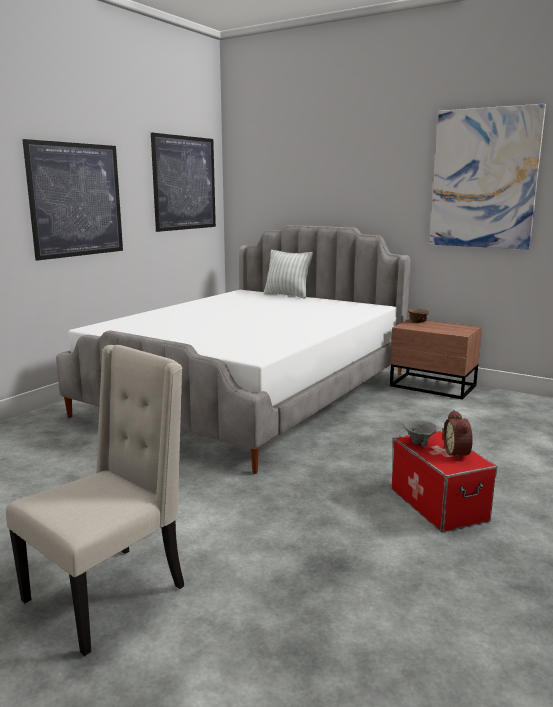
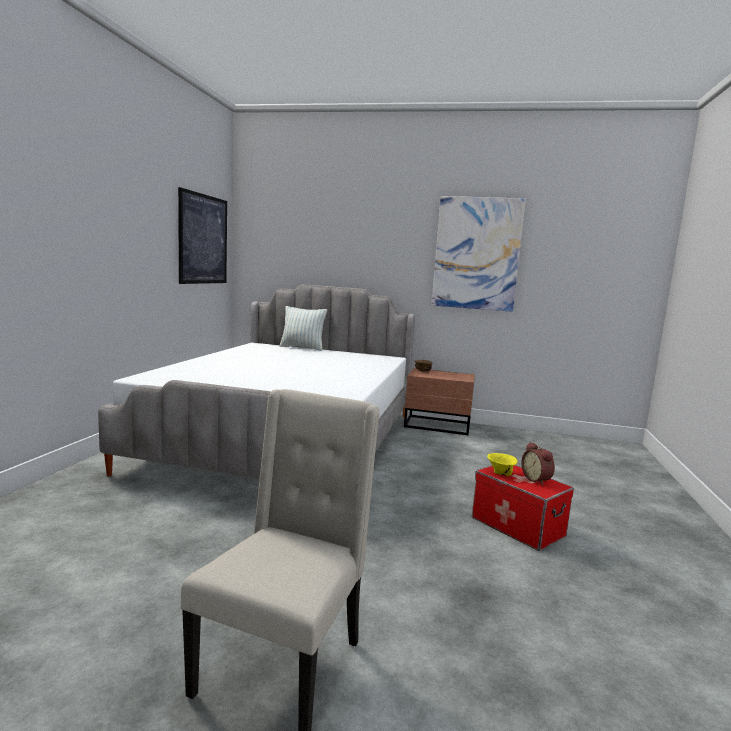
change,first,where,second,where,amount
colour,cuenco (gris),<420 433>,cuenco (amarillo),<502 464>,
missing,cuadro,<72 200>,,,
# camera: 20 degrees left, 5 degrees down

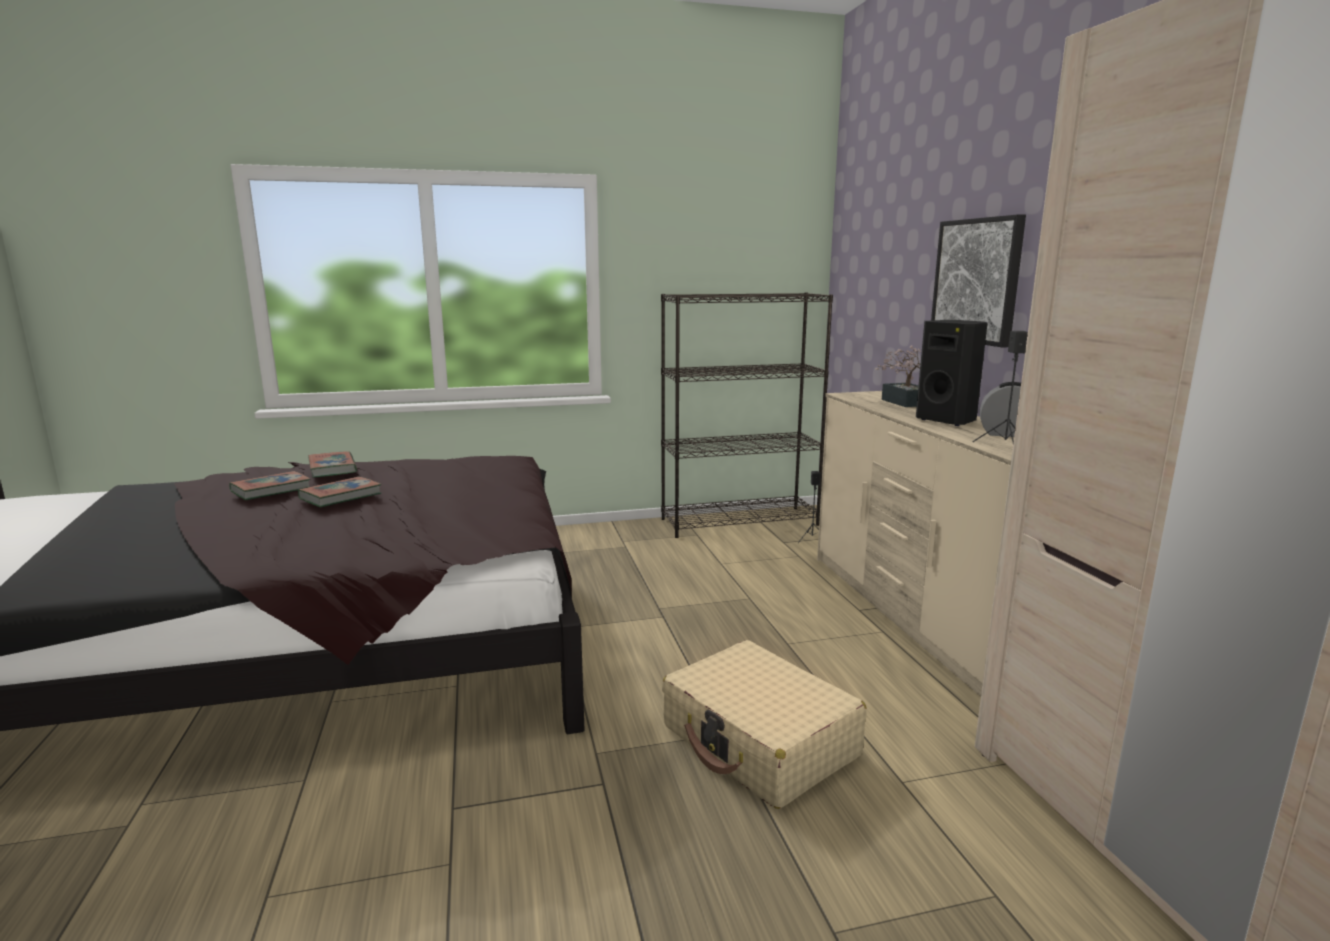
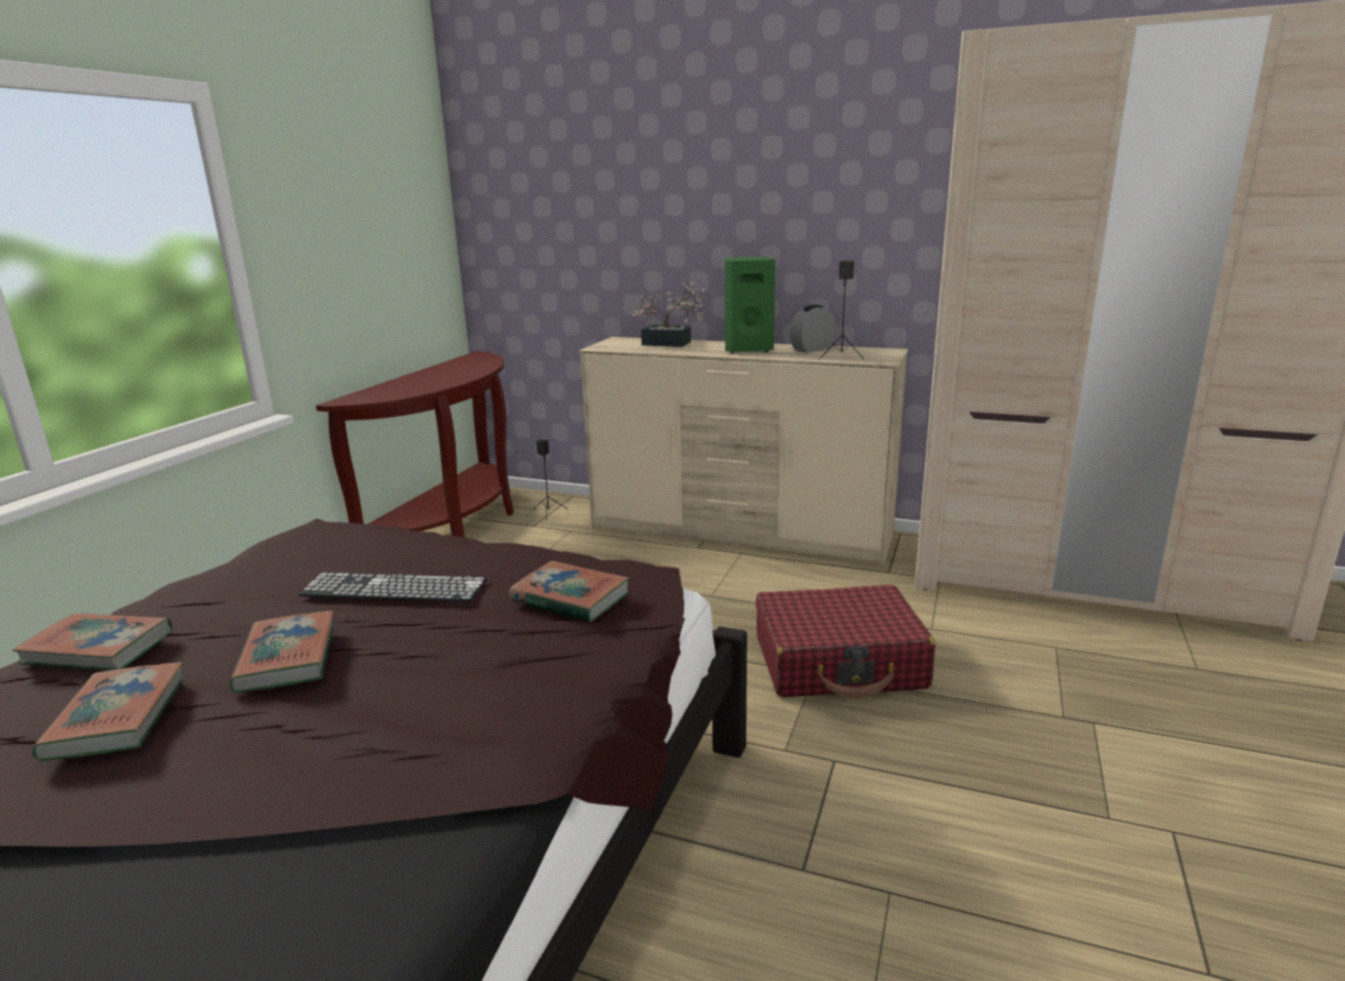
change,first,where,second,where,amount
appeared,,,teclado,<393 587>,
exchanged,estantería (negro),<747 415>,mesa consola (marrón),<415 444>,
appeared,,,libro,<569 591>,
colour,altavoz (negro),<952 373>,altavoz (verde),<750 305>,
colour,maleta (beis),<764 724>,maleta (rojo),<846 642>,
missing,cuadro,<978 281>,,,
# camera: 55 degrees left, 5 degrees up

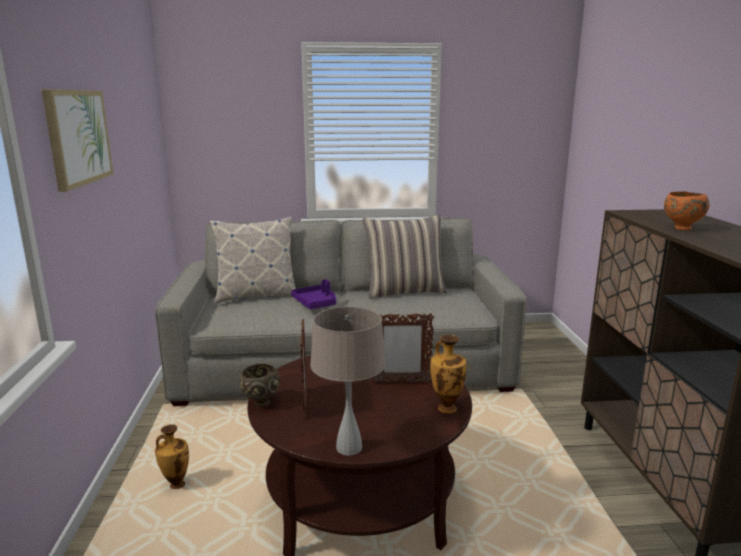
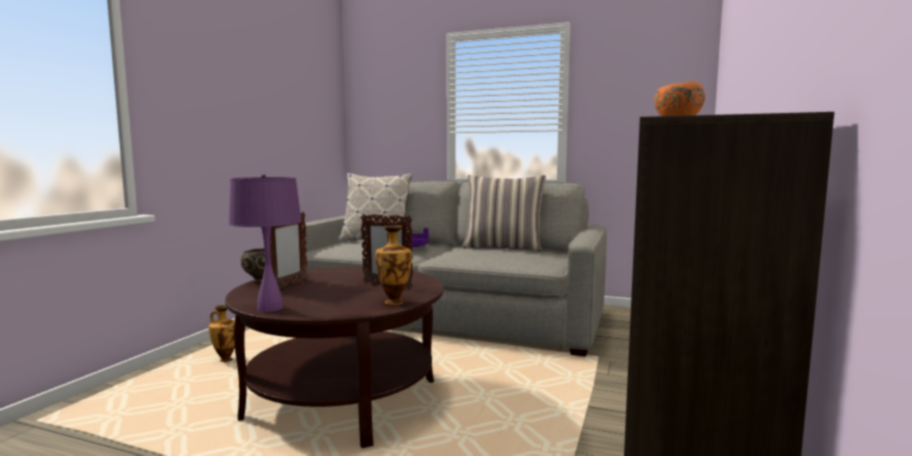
change,first,where,second,where,amount
colour,lámpara de mesa (beis),<348 381>,lámpara de mesa (morado),<265 243>,
missing,cuadro,<78 140>,,,
# camera: 25 degrees right, 10 degrees down

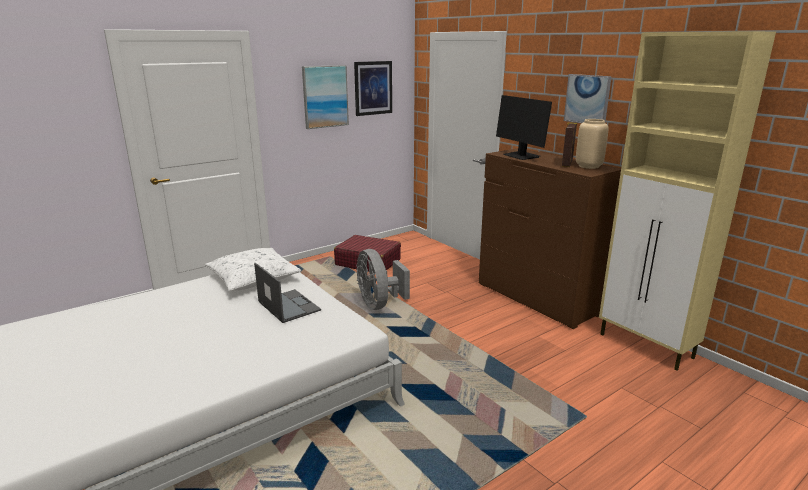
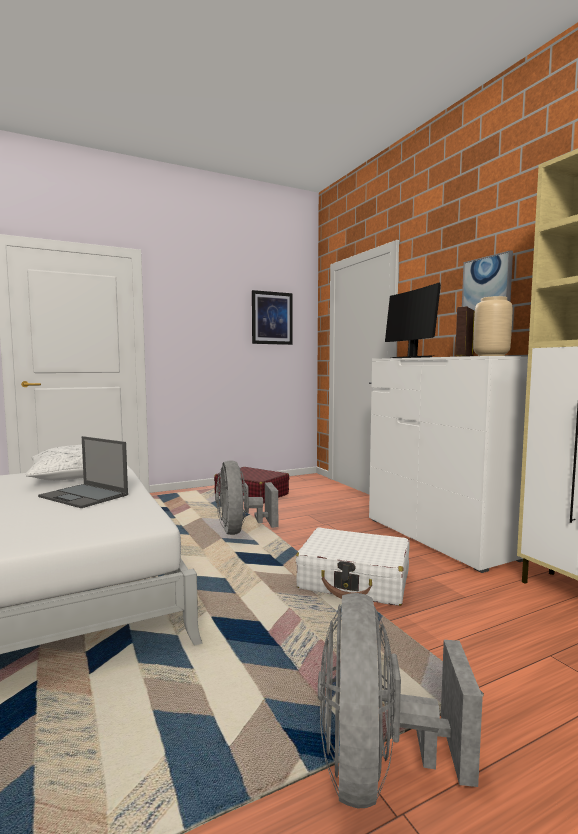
change,first,where,second,where,amount
spun,portátil,<287 293>,,<83 472>,150 degrees clockwise
appeared,,,maleta (blanco),<352 566>,
appeared,,,ventilador (gris),<400 700>,
colour,cómoda (marrón),<550 238>,cómoda (blanco),<448 464>,
missing,cuadro,<325 97>,,,
# camera: 10 degrees right, 15 degrees down

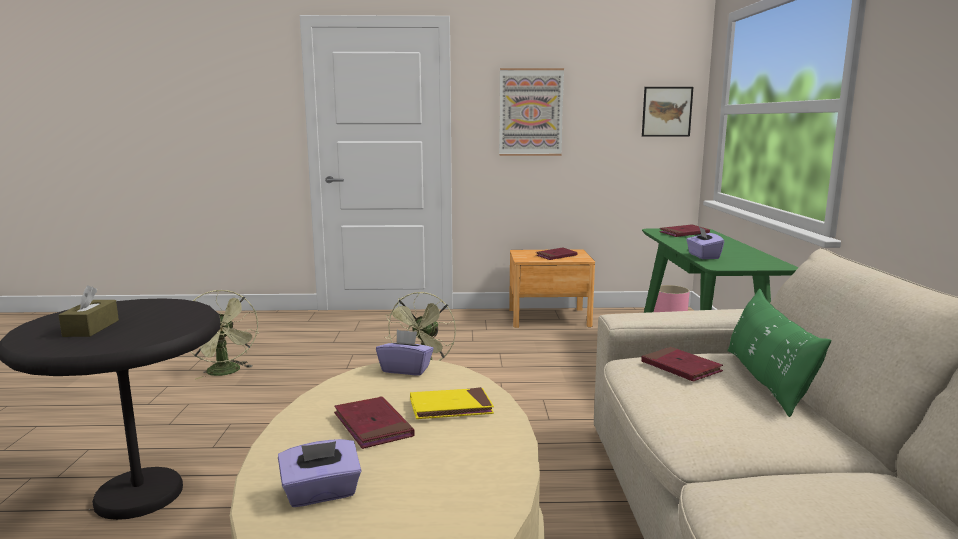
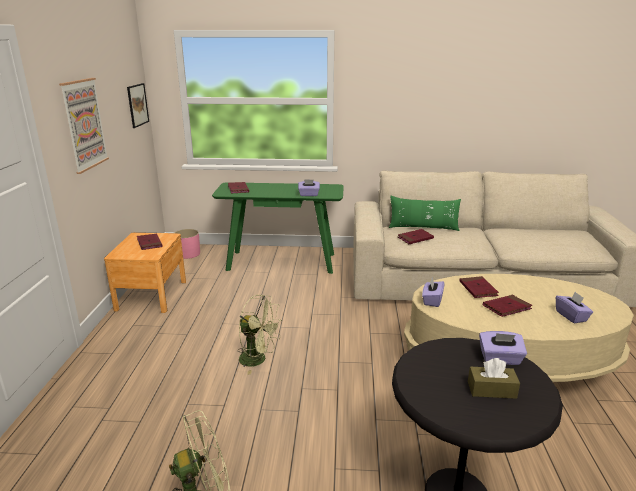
change,first,where,second,where,amount
colour,libro (amarillo),<452 403>,libro (rojo),<479 287>,
appeared,,,caja de pañuelos (morado),<503 348>,
# camera: 85 degrees left, 10 degrees up

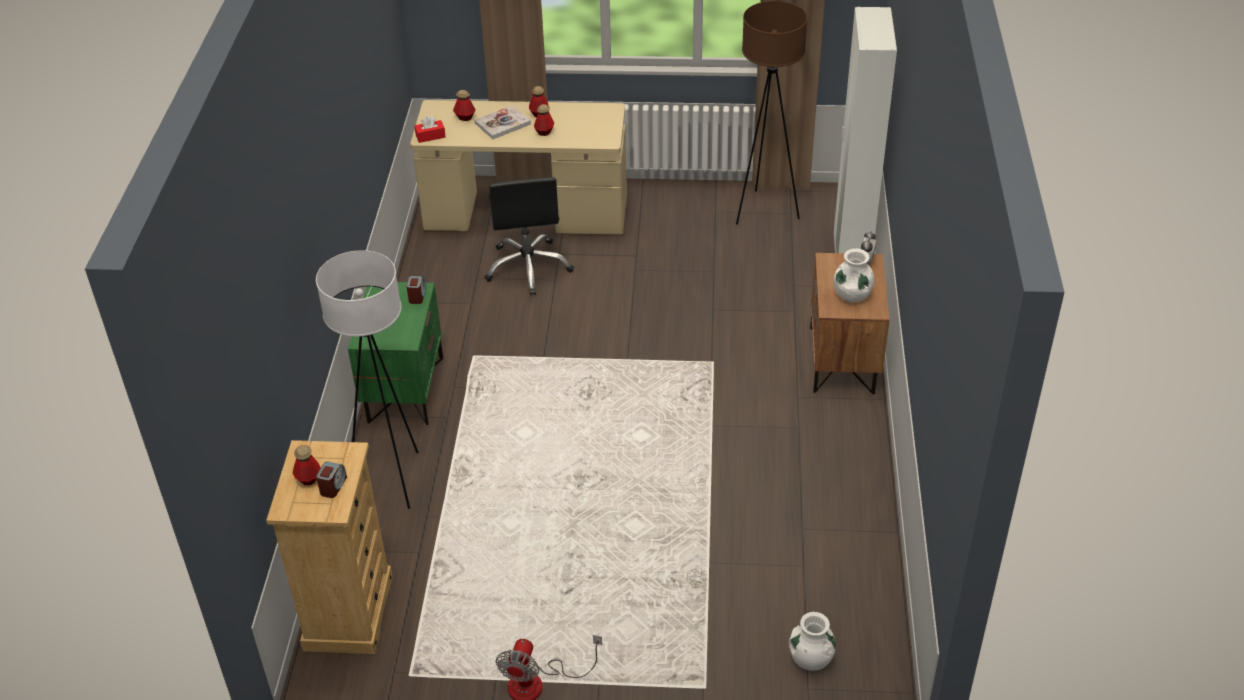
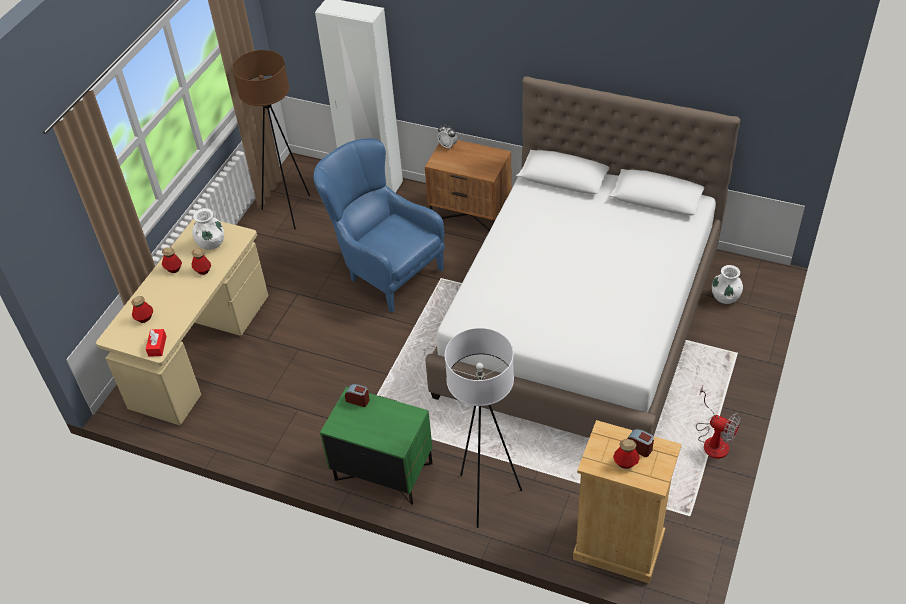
change,first,where,second,where,amount
relocated,florero (blanco),<853 275>,,<208 229>,
appeared,,,sillón (azul),<379 225>,
appeared,,,cama (blanco),<582 257>,
missing,libro,<503 122>,,,
missing,silla de oficina (negro),<529 236>,,,
# camera: 70 degrees left, 5 degrees up

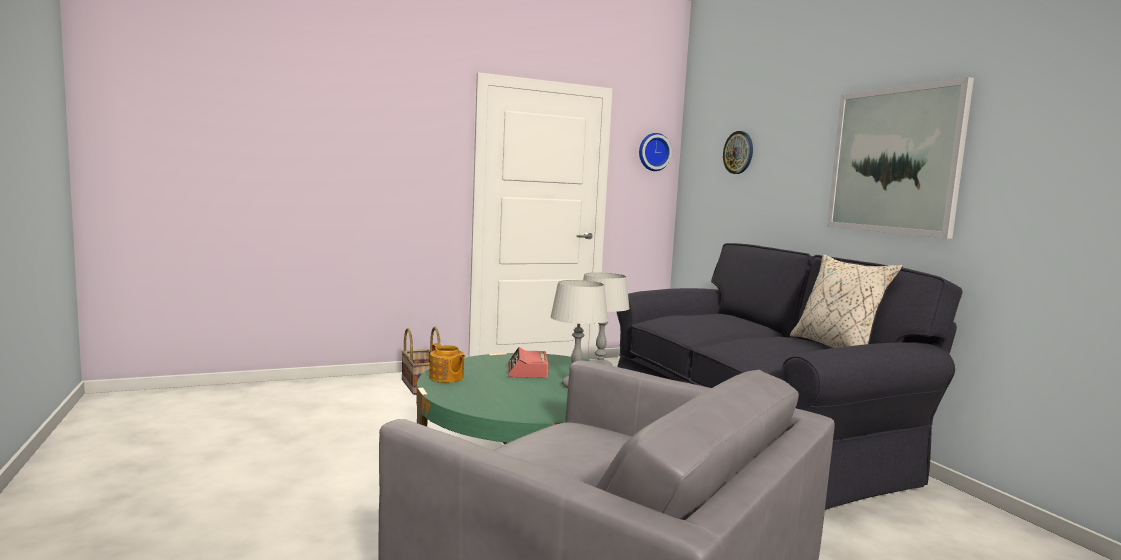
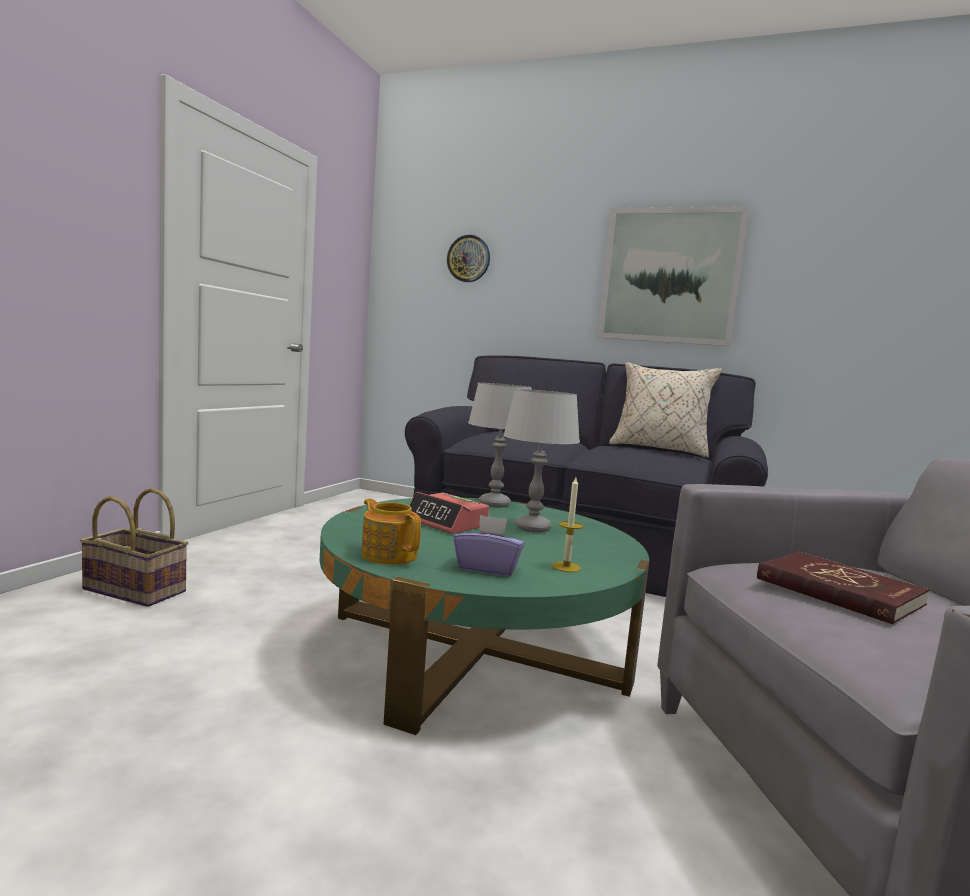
change,first,where,second,where,amount
spun,tetera,<447 363>,,<391 532>,135 degrees counterclockwise
appeared,,,caja de pañuelos (morado),<489 545>,
appeared,,,vela,<567 524>,
appeared,,,libro (rojo),<843 588>,
missing,reloj de pared,<655 152>,,,
# camera: 45 degrees left, 0 degrees up

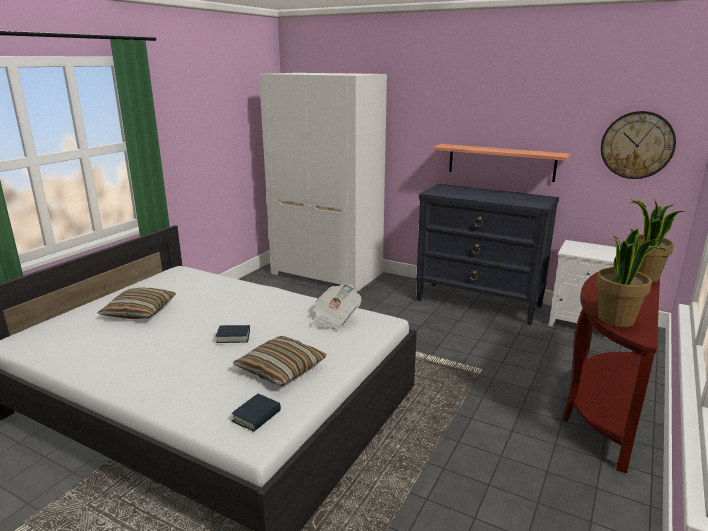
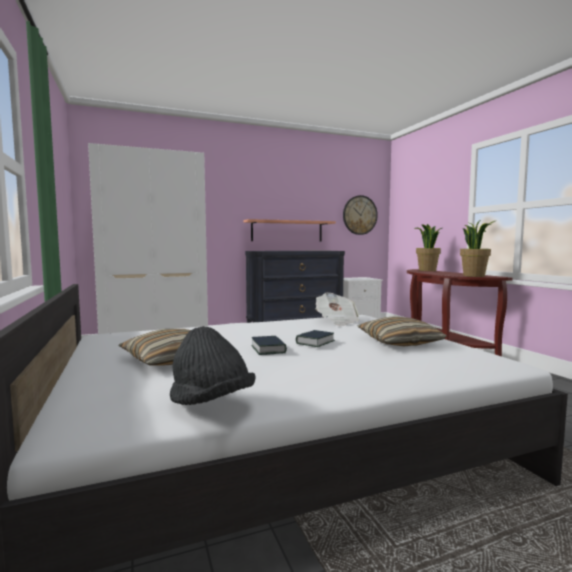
change,first,where,second,where,amount
appeared,,,sombrero (negro),<212 365>,
relocated,libro,<256 413>,,<269 345>,
# camera: 50 degrees left, 15 degrees down

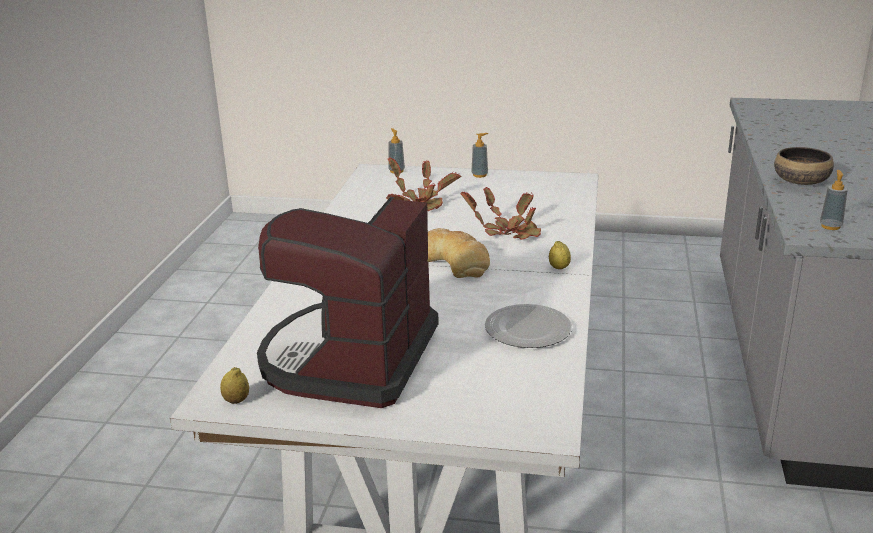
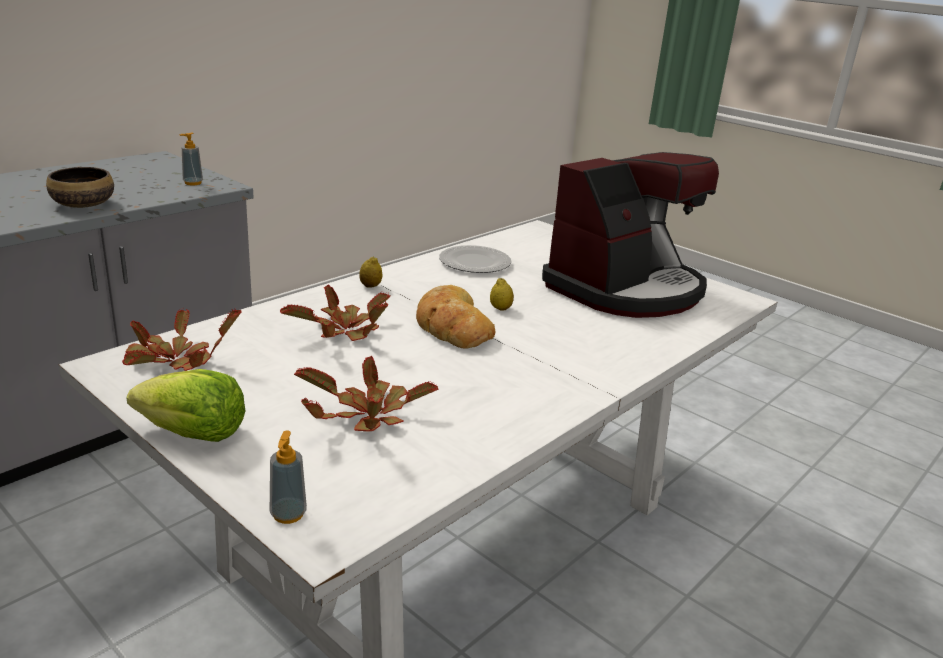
change,first,where,second,where,amount
appeared,,,planta en maceta,<182 339>,
exchanged,dispensador de jabón,<479 155>,lechuga,<186 405>,
relocated,limón,<234 385>,,<502 294>,
# camera: 150 degrees left, 0 degrees up

